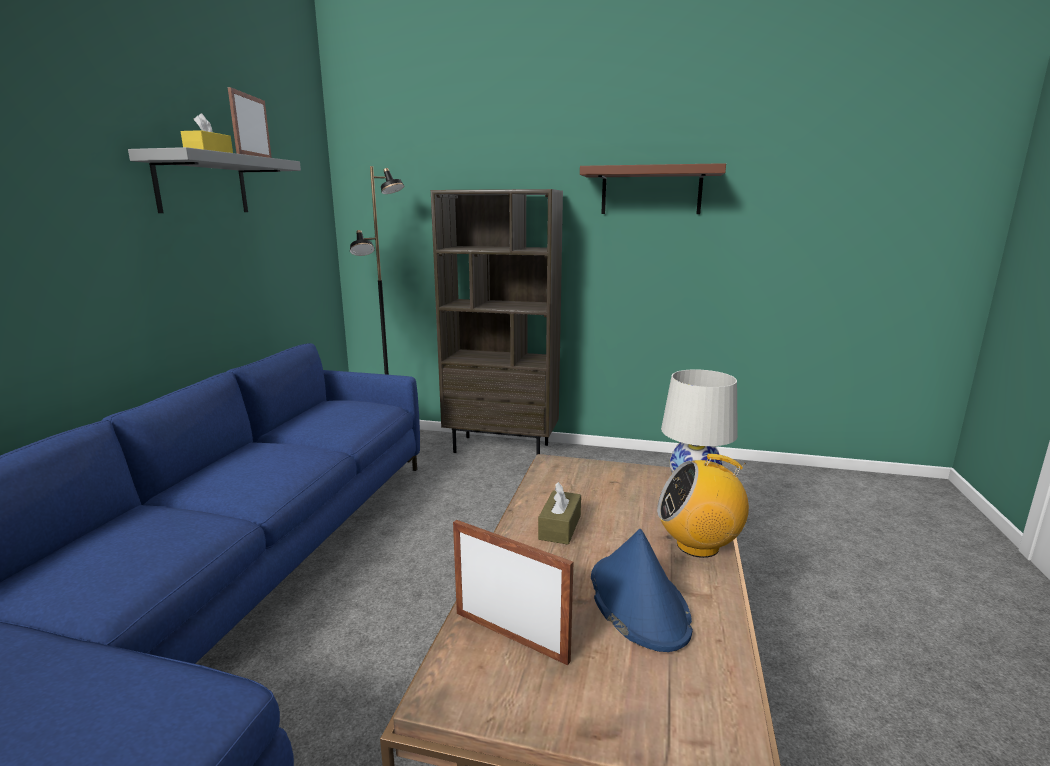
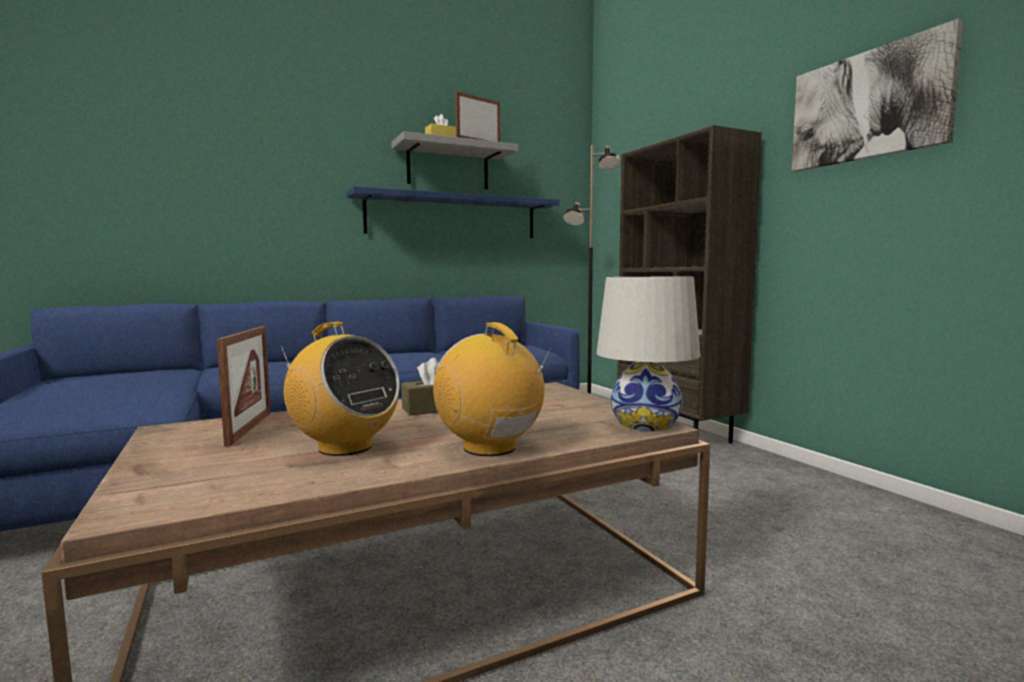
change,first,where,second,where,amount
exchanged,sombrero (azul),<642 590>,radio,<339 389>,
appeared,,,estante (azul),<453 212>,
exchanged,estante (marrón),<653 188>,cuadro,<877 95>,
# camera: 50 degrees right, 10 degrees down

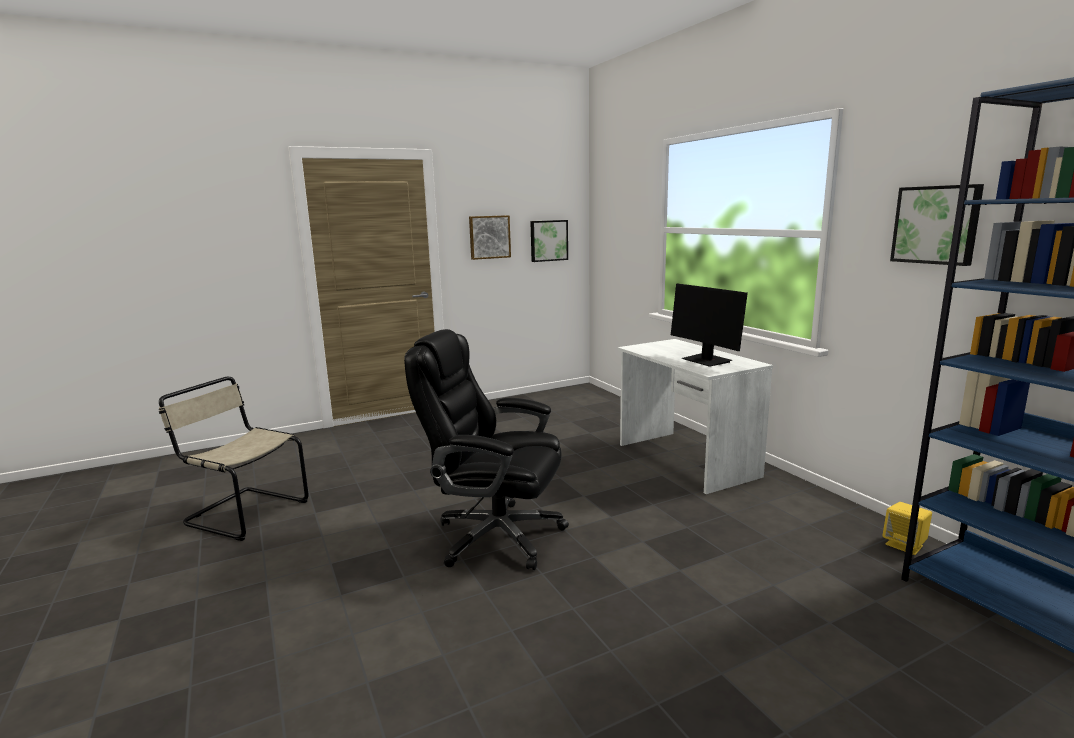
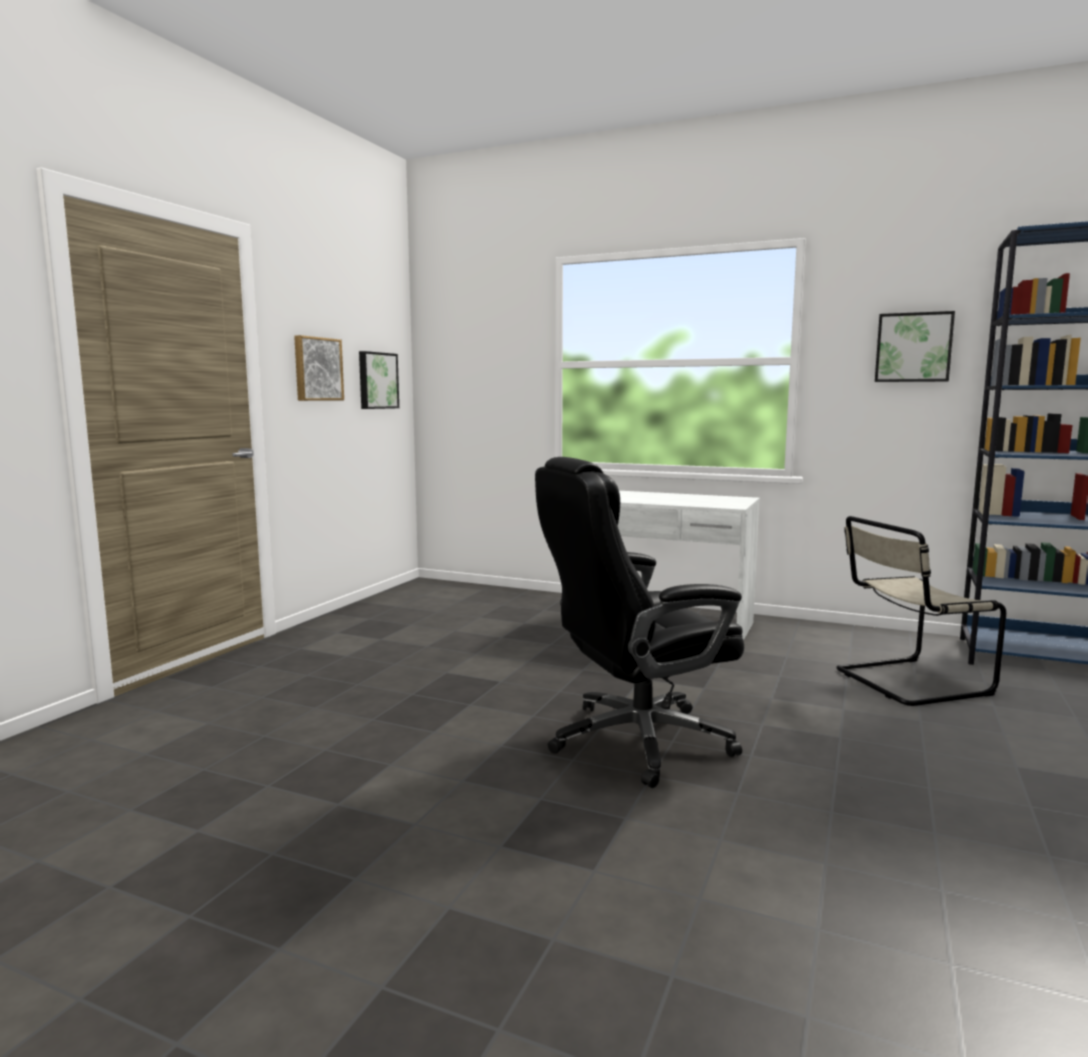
change,first,where,second,where,amount
relocated,silla (beis),<233 459>,,<921 611>,
missing,monitor,<709 325>,,,
missing,altavoz (amarillo),<907 528>,,,
# camera: 40 degrees left, 5 degrees down

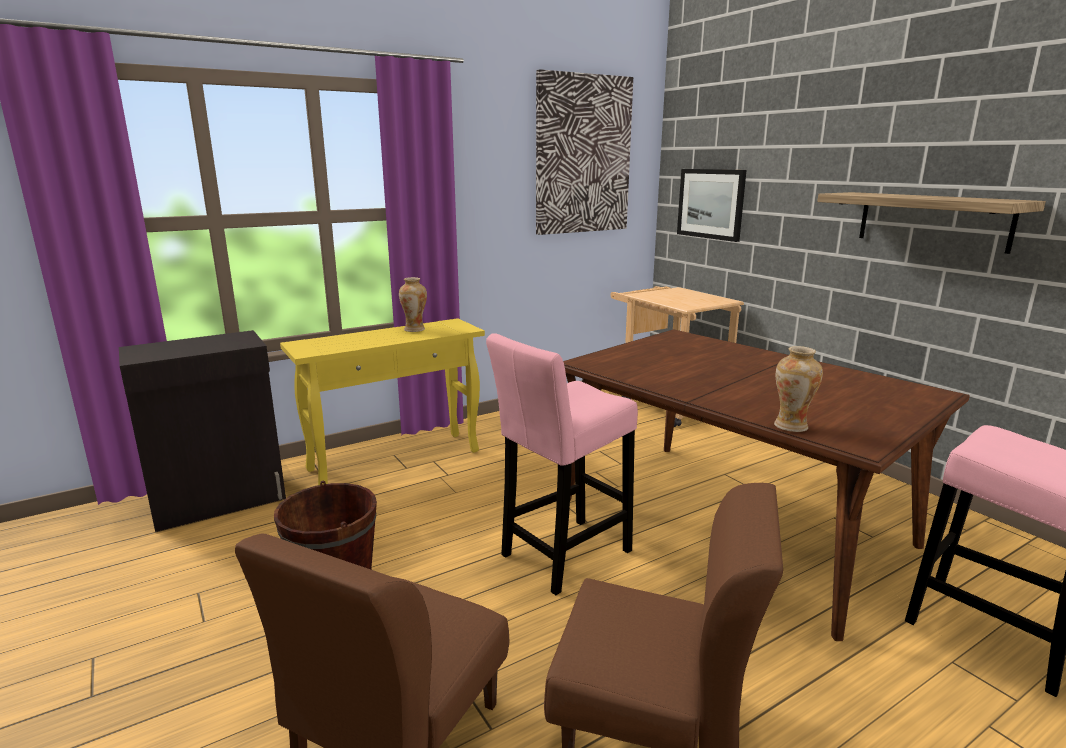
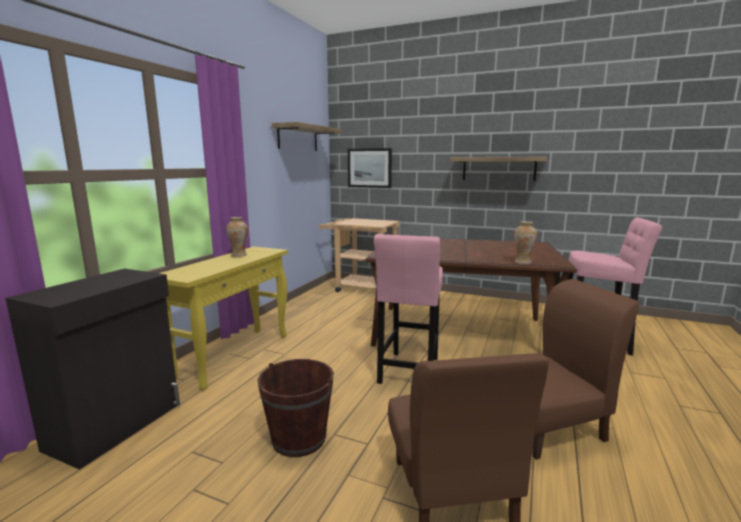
change,first,where,second,where,amount
exchanged,cuadro,<584 152>,estante,<307 136>,
# camera: 35 degrees left, 5 degrees down

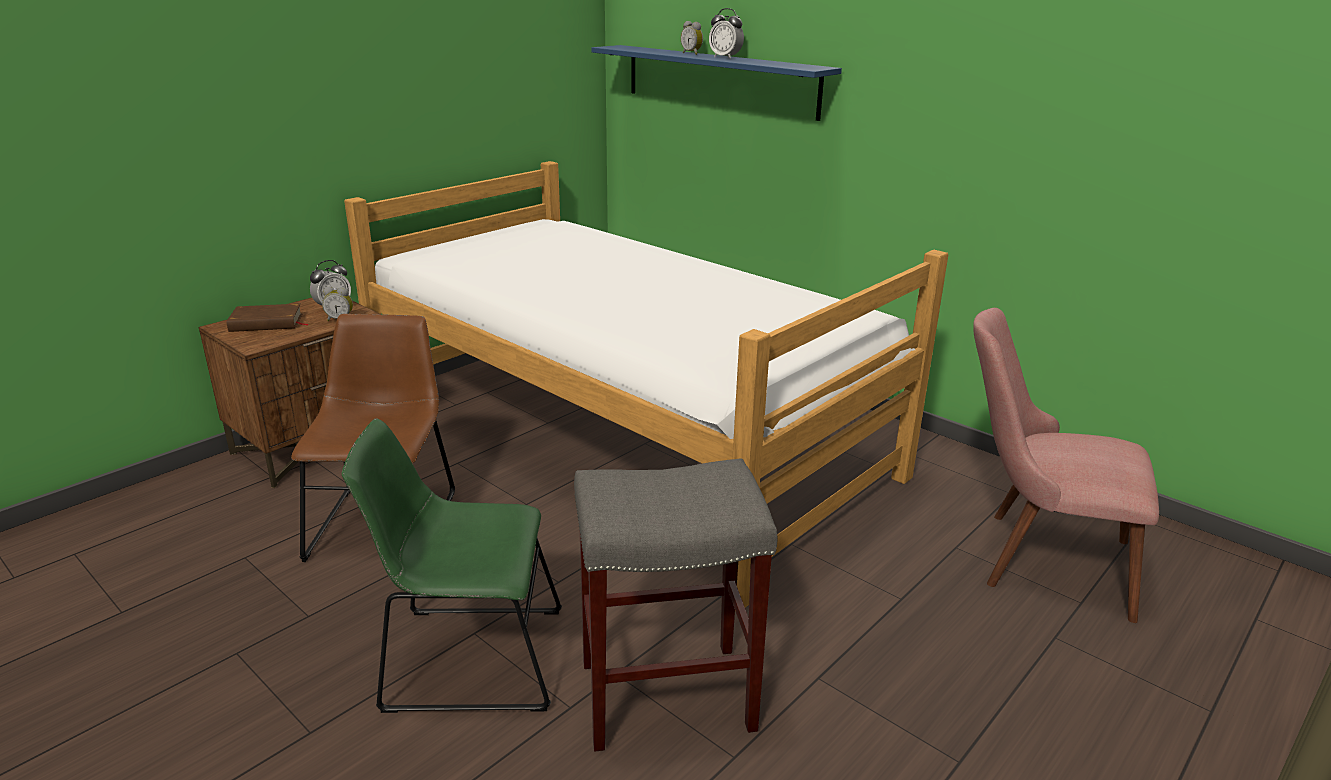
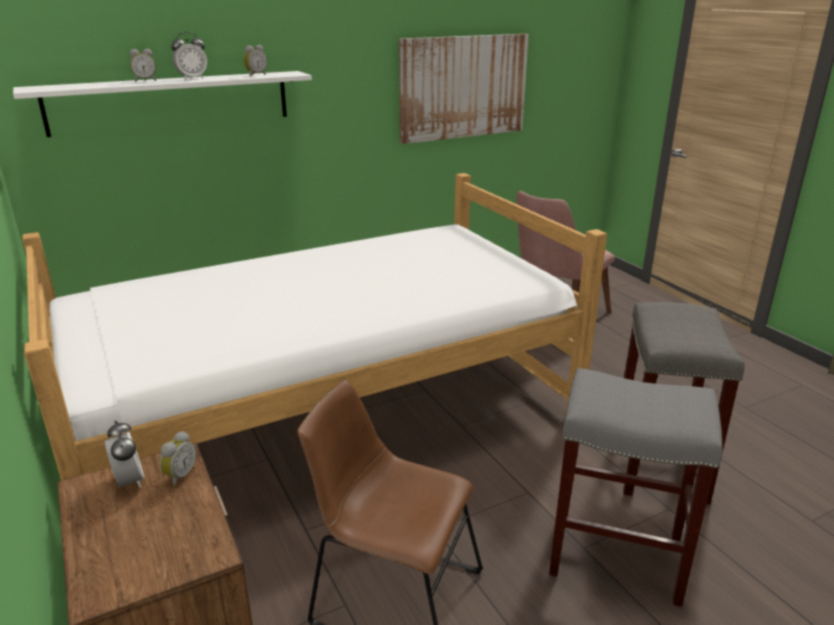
change,first,where,second,where,amount
colour,estante (azul),<716 83>,estante (blanco),<162 104>,
appeared,,,despertador,<255 61>,
appeared,,,cuadro,<464 89>,
exchanged,silla (verde),<452 566>,taburete (gris),<636 487>,
missing,libro (marrón),<267 317>,,,
# camera: 70 degrees left, 0 degrees up

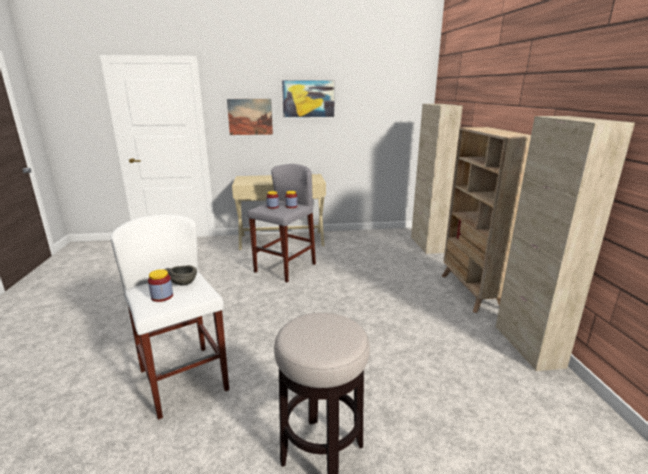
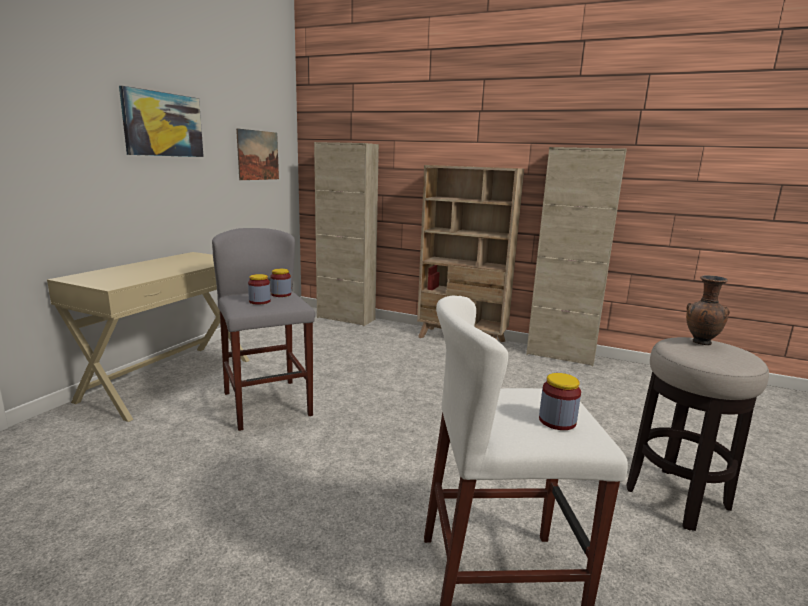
change,first,where,second,where,amount
relocated,cuadro,<250 117>,,<257 154>,
appeared,,,florero (marrón),<708 310>,
missing,cuenco (gris),<180 275>,,,
# camera: 60 degrees left, 5 degrees down

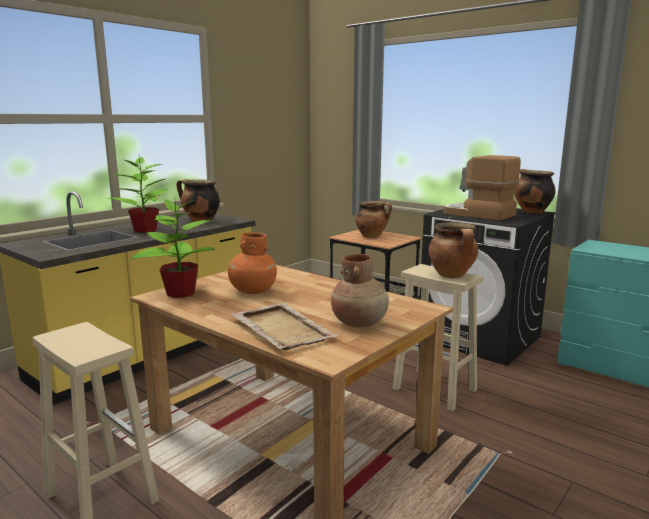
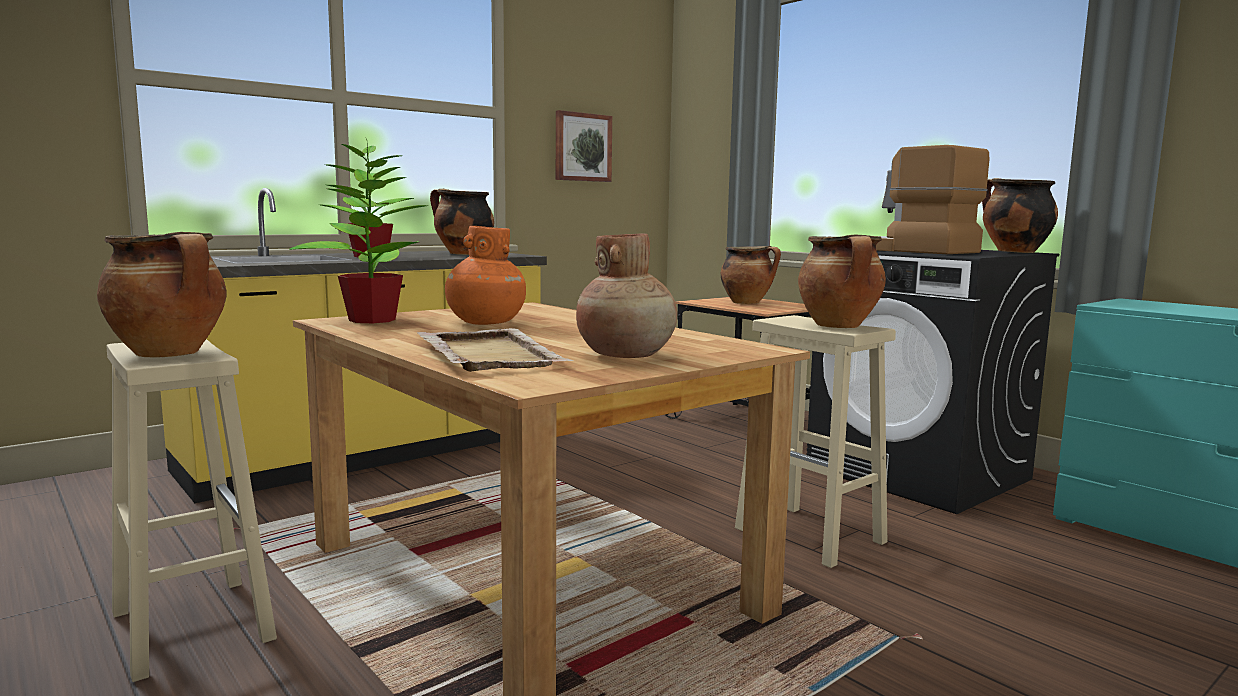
change,first,where,second,where,amount
appeared,,,olla,<161 295>,
appeared,,,cuadro,<584 146>,
# camera: 10 degrees right, 5 degrees down

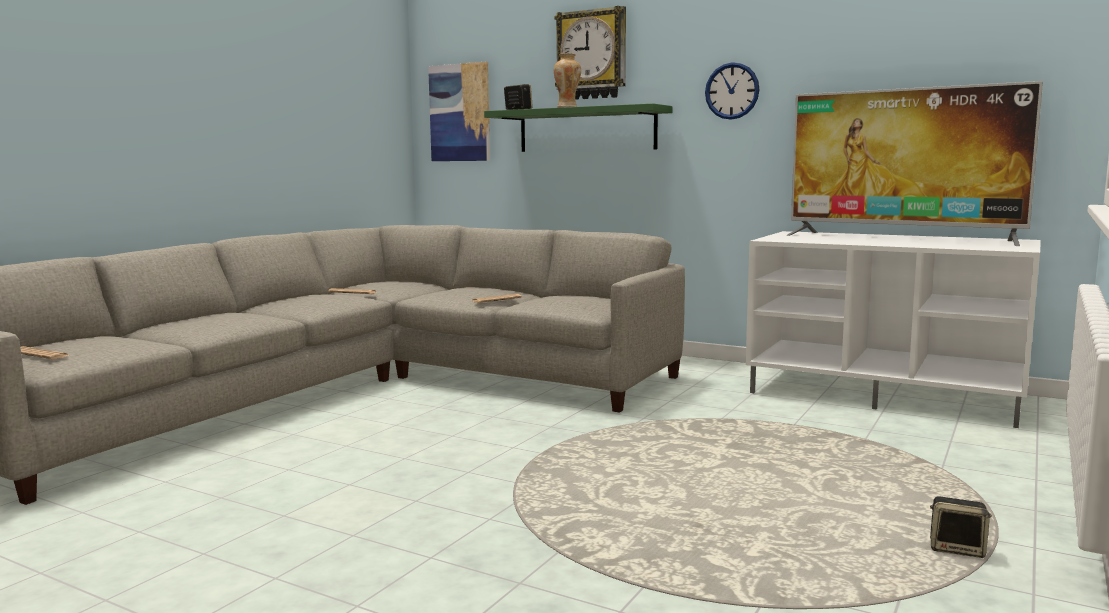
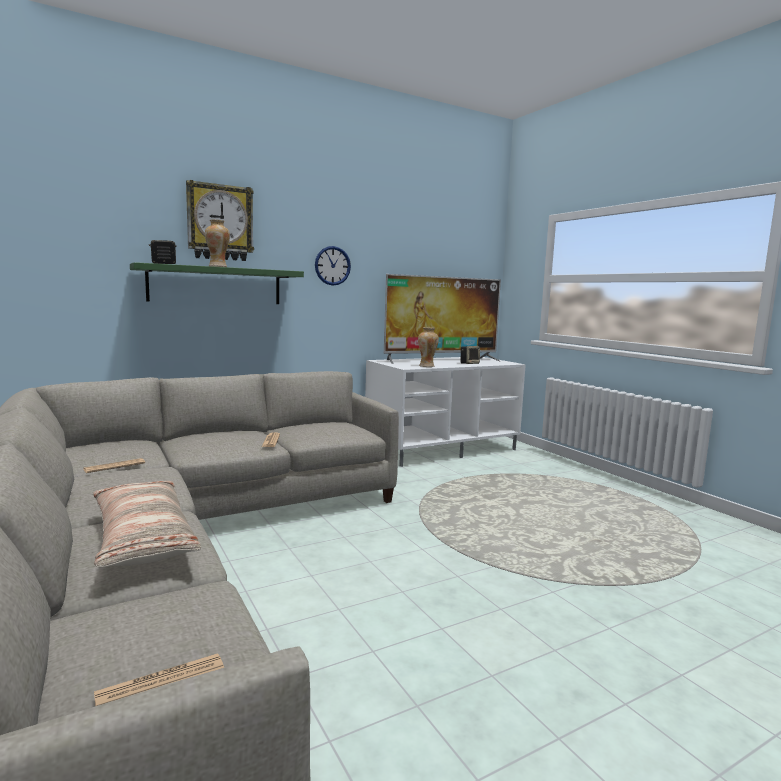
change,first,where,second,where,amount
appeared,,,cojín,<147 524>,
appeared,,,florero,<428 347>,
relocated,altavoz,<961 527>,,<470 355>,
missing,cuadro,<459 111>,,,
# camera: 60 degrees left, 0 degrees up

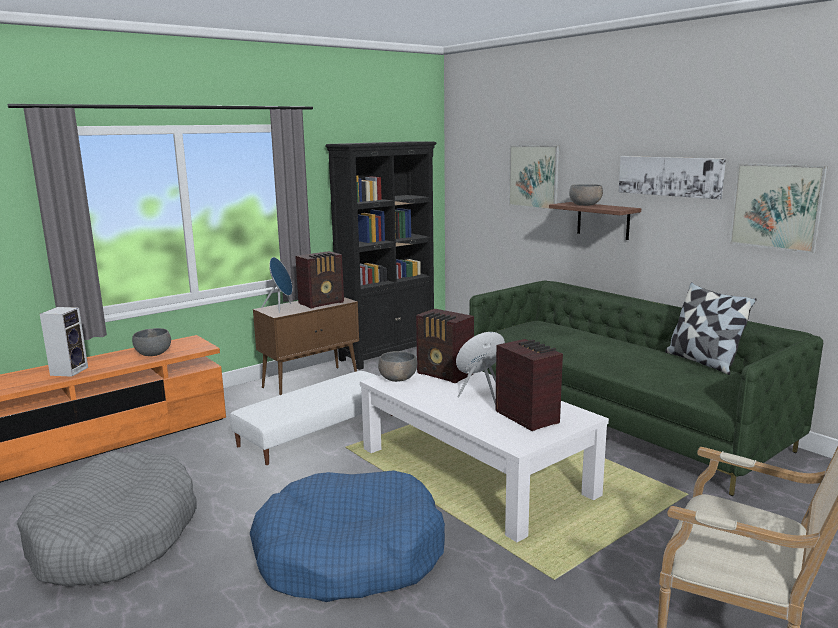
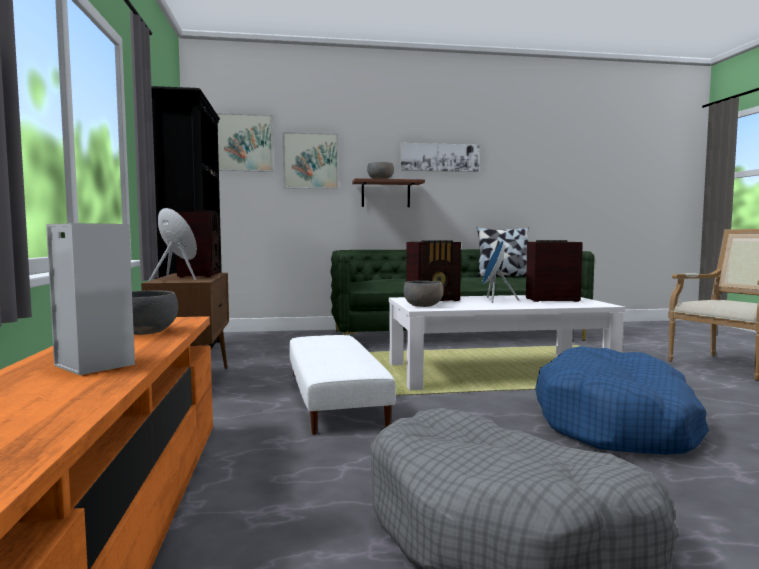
change,first,where,second,where,amount
relocated,cuadro,<779 208>,,<245 142>,
# camera: 60 degrees left, 10 degrees down

